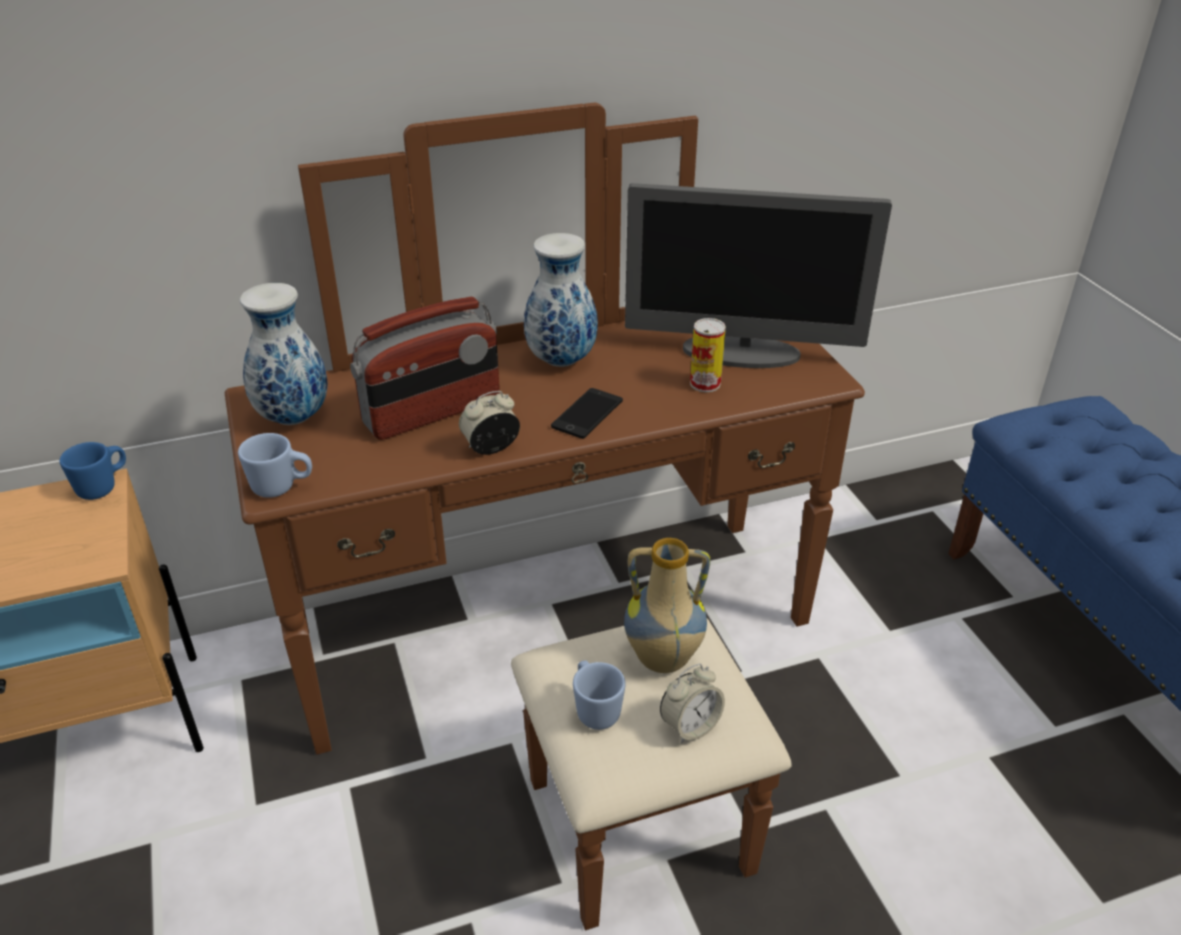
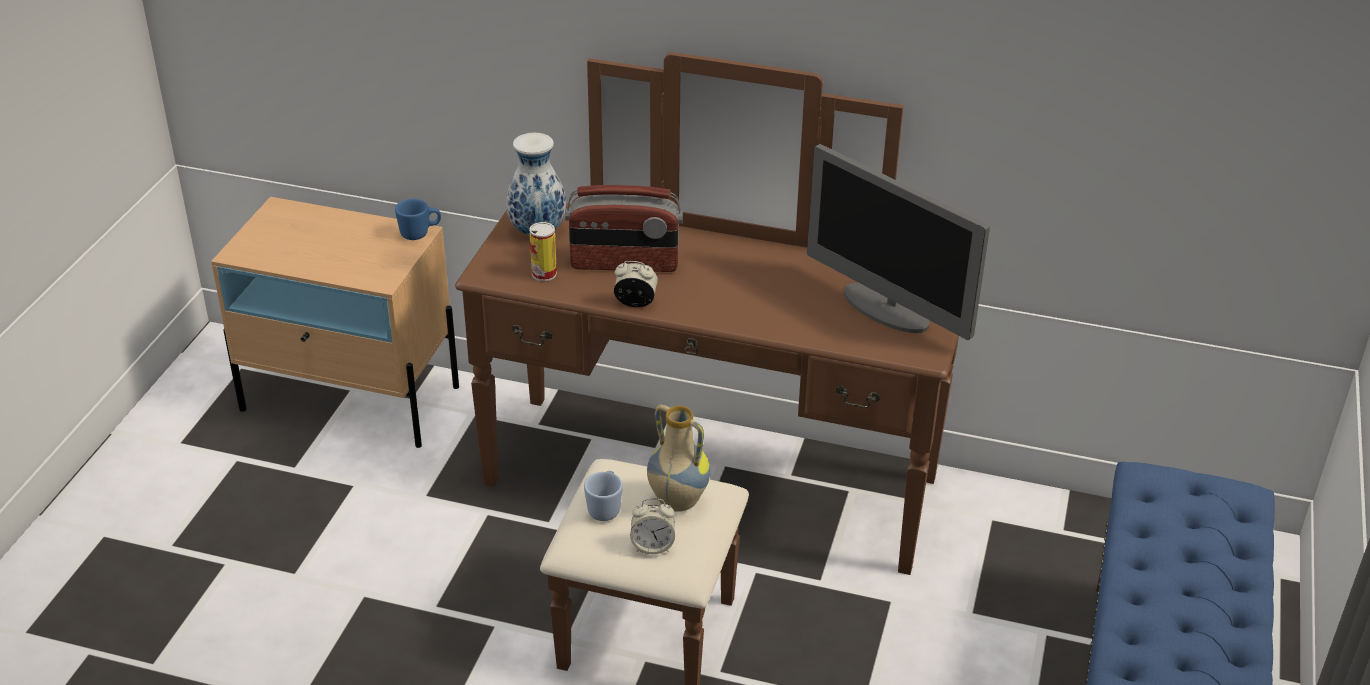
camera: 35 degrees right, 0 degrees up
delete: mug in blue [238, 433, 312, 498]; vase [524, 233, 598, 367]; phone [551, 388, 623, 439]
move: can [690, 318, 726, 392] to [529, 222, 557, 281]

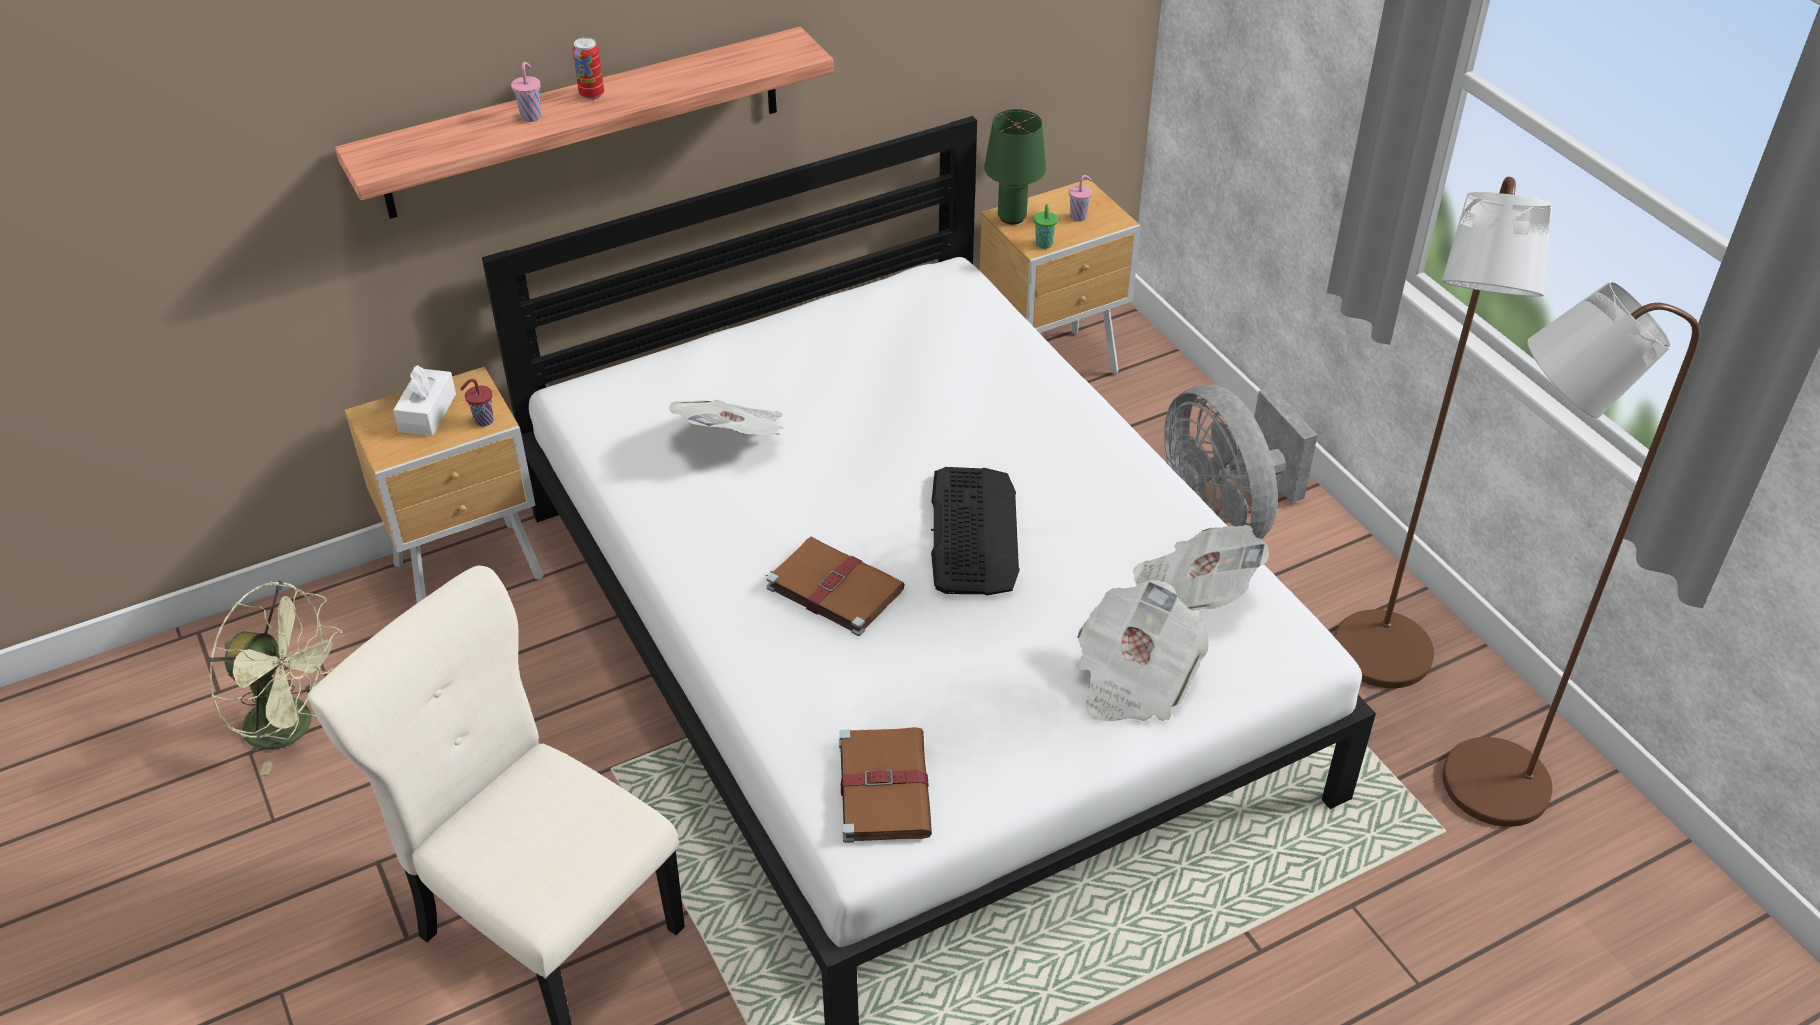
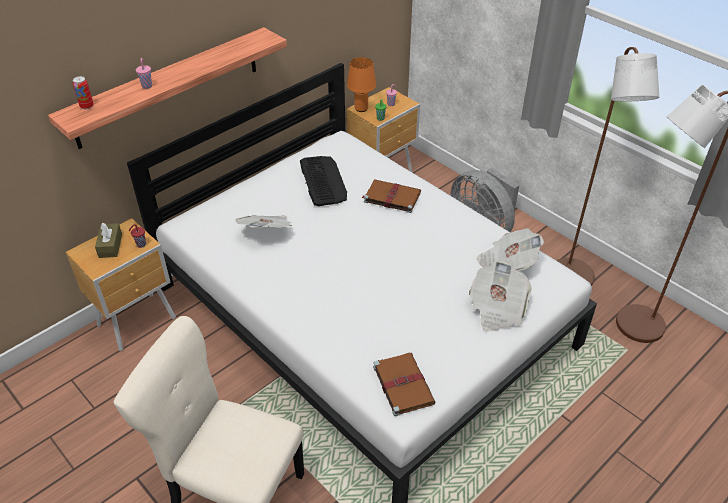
camera: 15 degrees left, 0 degrees up
delete: fan in green [208, 581, 342, 775]
move: can [573, 37, 604, 100] to [73, 76, 94, 110]; book in brown [766, 537, 905, 636] to [361, 179, 421, 213]; keyboard [931, 467, 1020, 595] to [300, 156, 347, 206]
recolor: tissue box in white [393, 365, 456, 436] to tissue box in brown [95, 222, 122, 258]; table lamp in green [984, 109, 1046, 225] to table lamp in orange [347, 57, 376, 112]

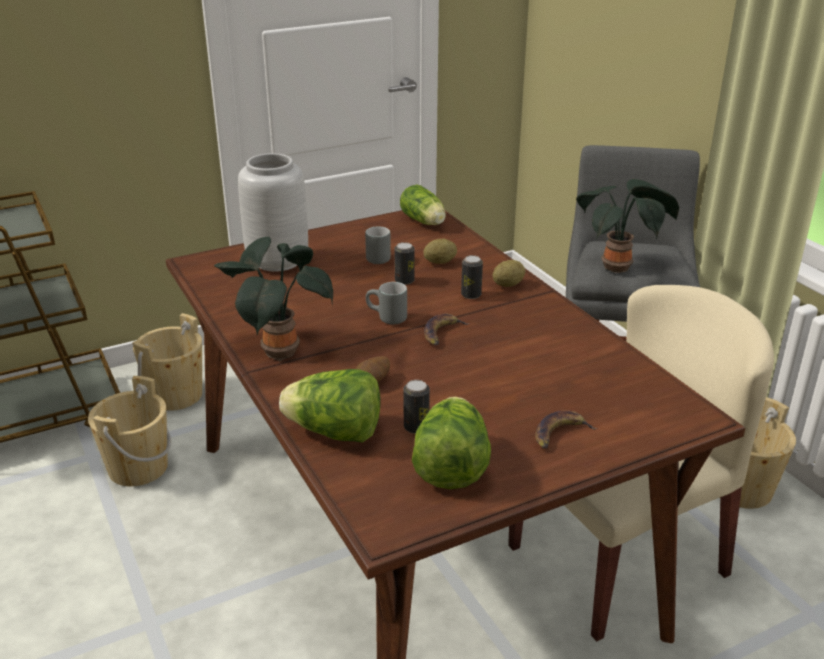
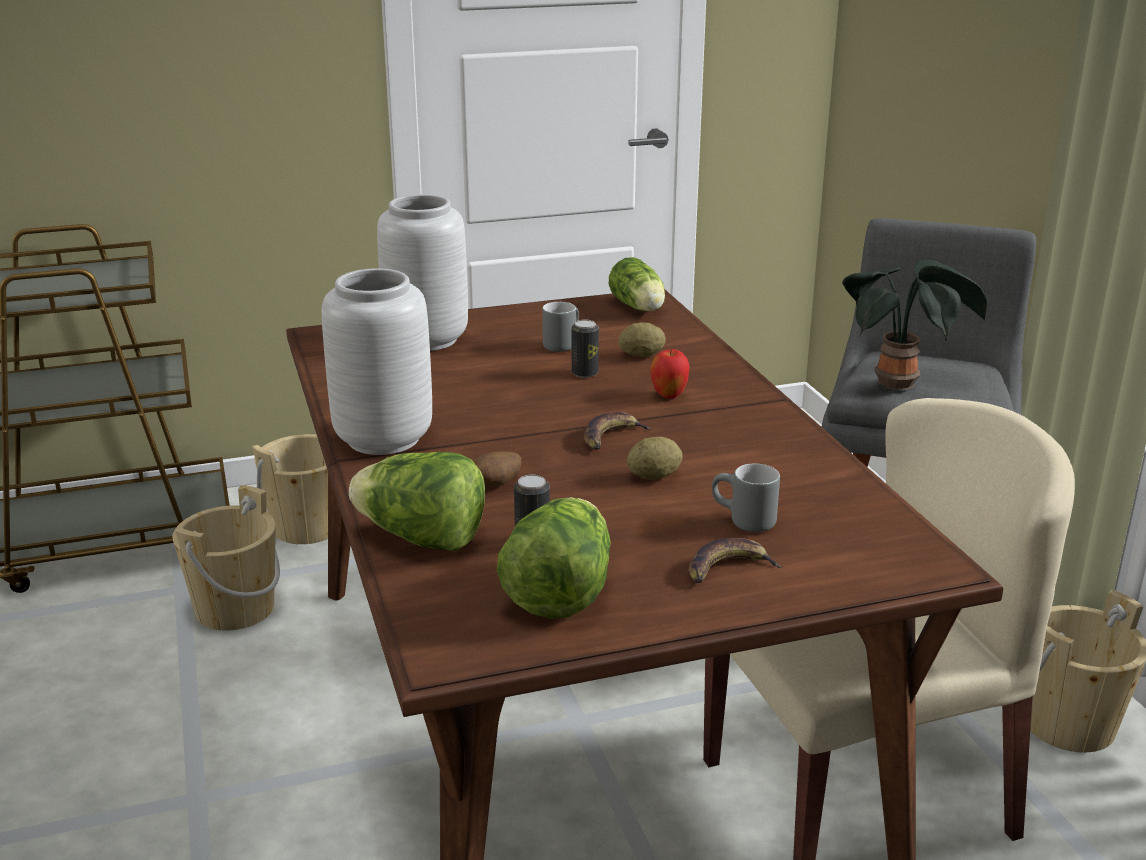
camera: 10 degrees right, 5 degrees down
move: mug in grey [366, 282, 407, 324] to [712, 464, 780, 532]; potato [493, 260, 525, 287] to [627, 437, 683, 480]
replace: potted plant [214, 237, 333, 362] to vase in grey [322, 268, 432, 455]; can [461, 255, 483, 299] to apple [651, 349, 690, 399]

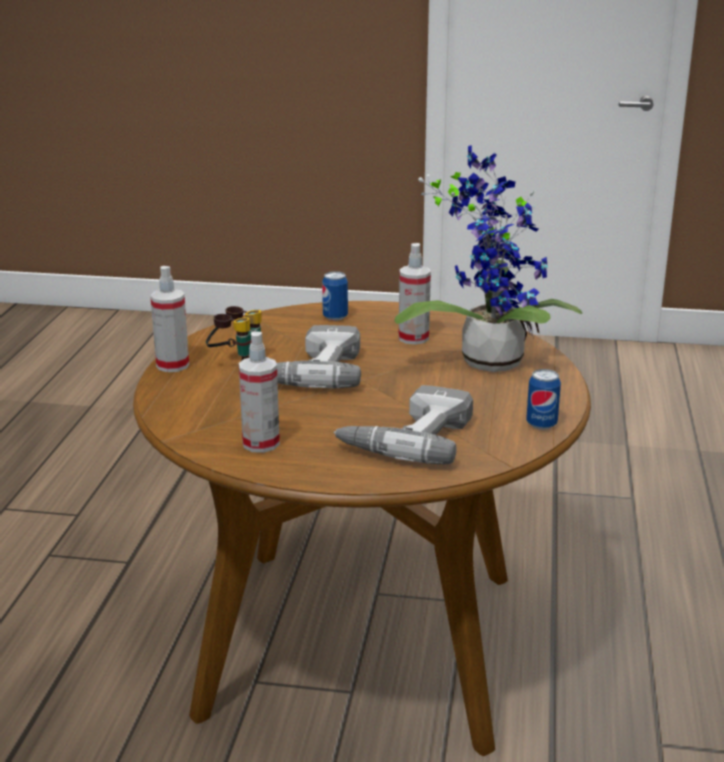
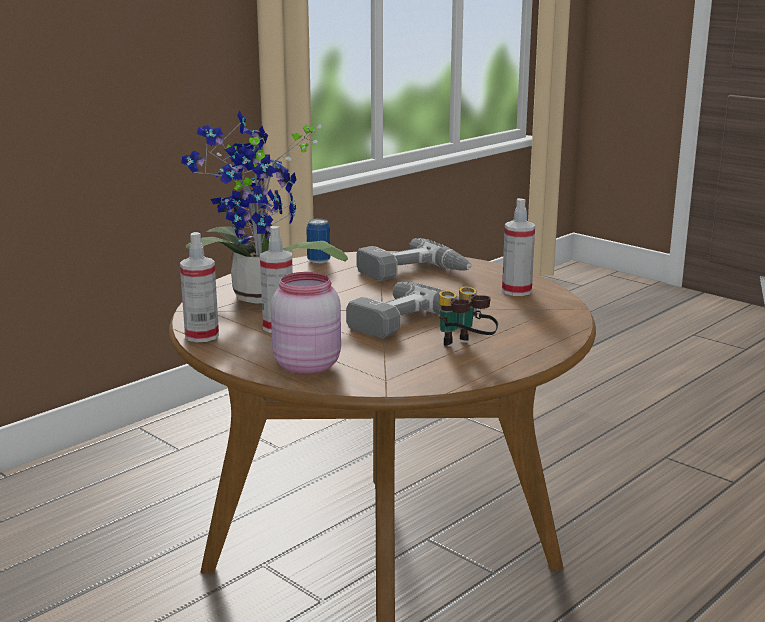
camera: 145 degrees left, 5 degrees down
move: spray bottle [150, 266, 189, 372] to [180, 232, 219, 342]
replace: can [322, 271, 348, 321] to jar in pink [271, 272, 341, 375]

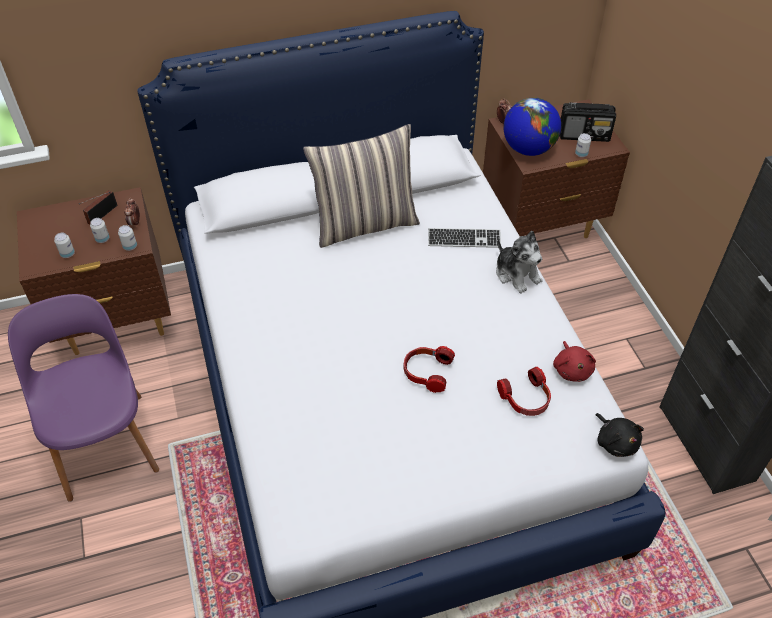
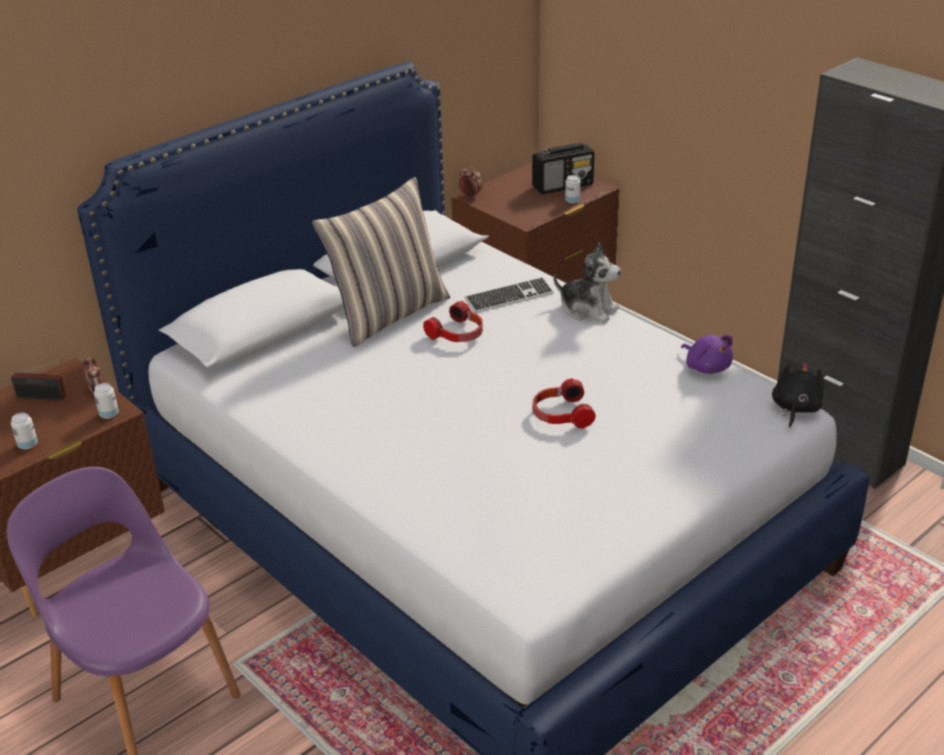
camera: 25 degrees left, 15 degrees down
delete: can [90, 218, 109, 243]; globe [504, 98, 561, 156]
move: headphones [497, 367, 551, 416] to [423, 301, 483, 342]
recolor: plush toy in red [553, 341, 596, 382] to plush toy in purple [681, 335, 733, 374]
rotate: radio [79, 190, 117, 224] = [11, 361, 66, 400] 90 degrees counterclockwise; plush toy in black [595, 413, 644, 457] = [772, 363, 824, 428] 105 degrees counterclockwise

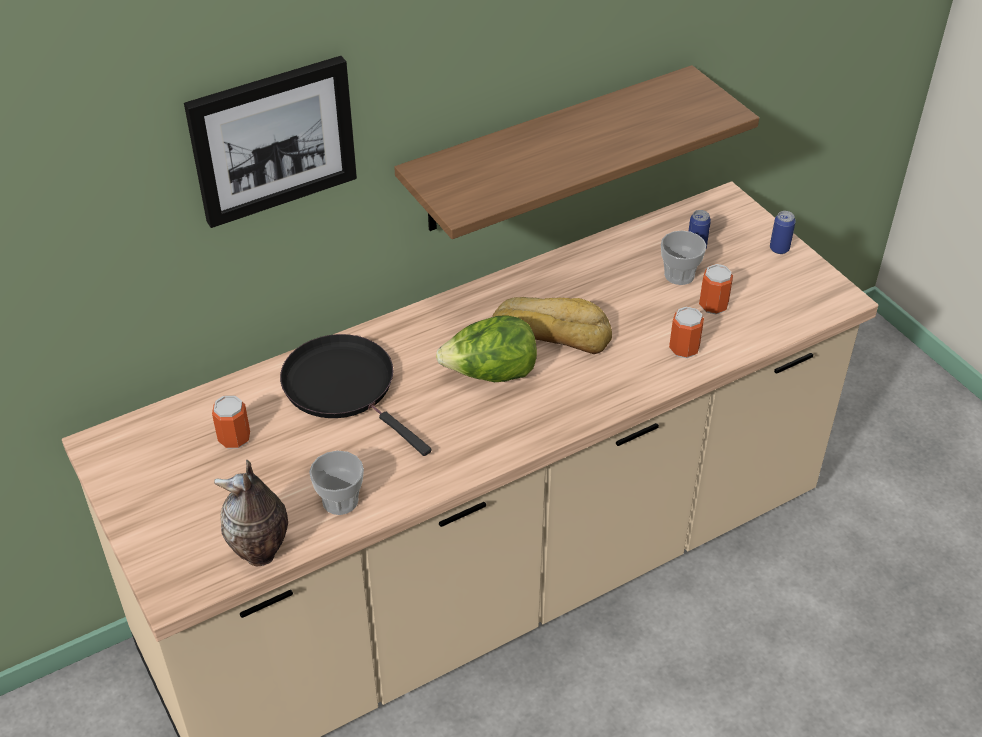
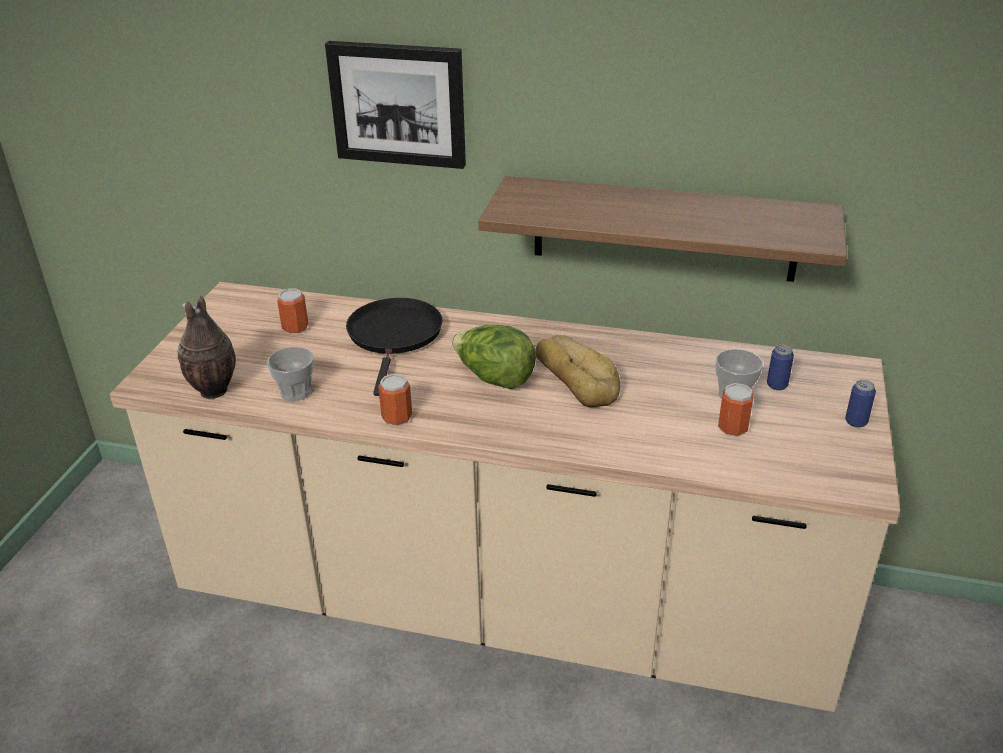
camera: 45 degrees right, 10 degrees down
move: can [669, 306, 704, 358] to [378, 373, 412, 426]

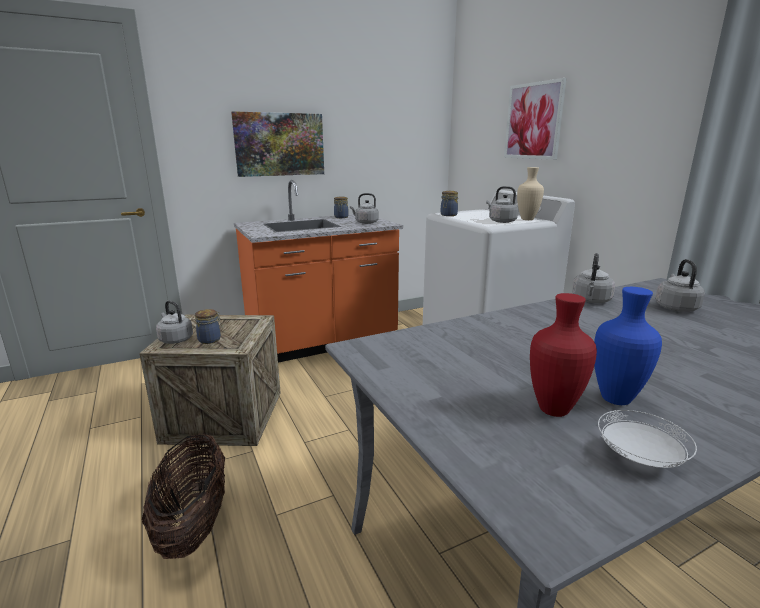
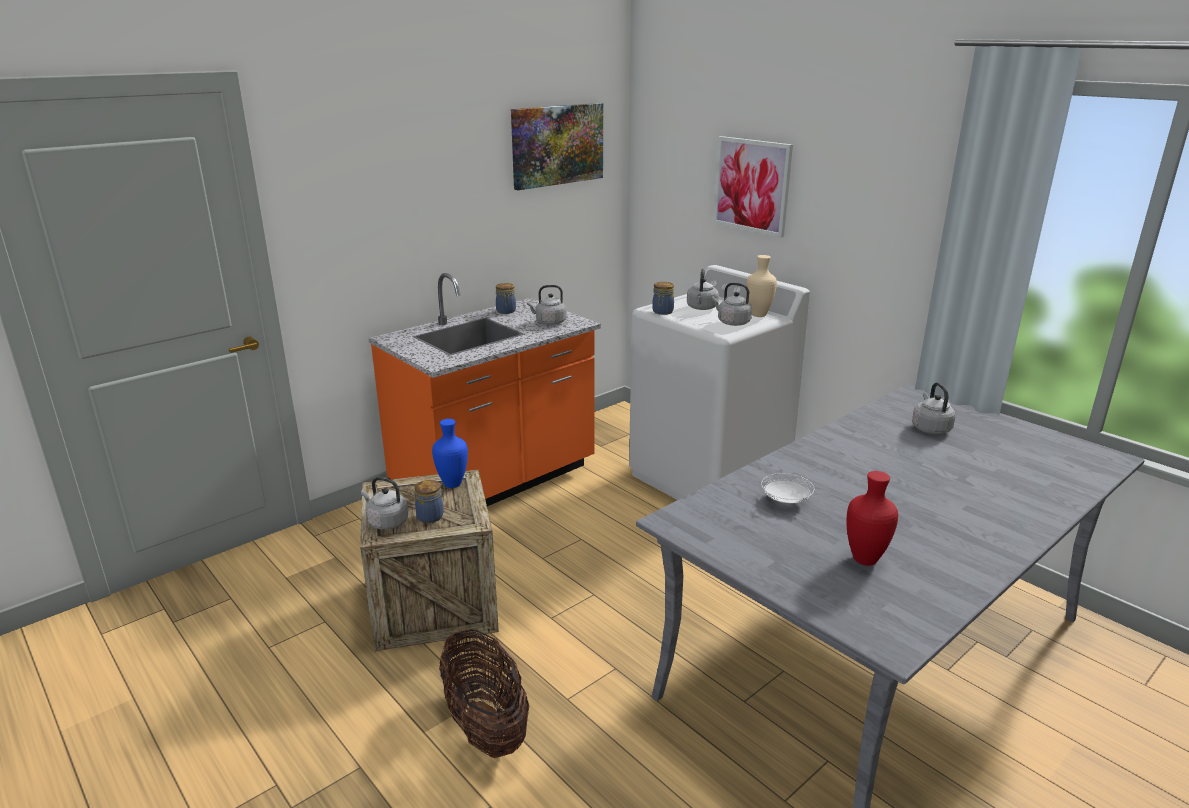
camera: 15 degrees left, 5 degrees up
move: picture [231, 111, 324, 177] to [511, 103, 603, 190]; kettle in grey [572, 253, 615, 303] to [687, 269, 719, 310]; vase in blue [594, 287, 662, 405] to [432, 419, 468, 488]; plate in white [598, 410, 697, 468] to [761, 473, 814, 503]

